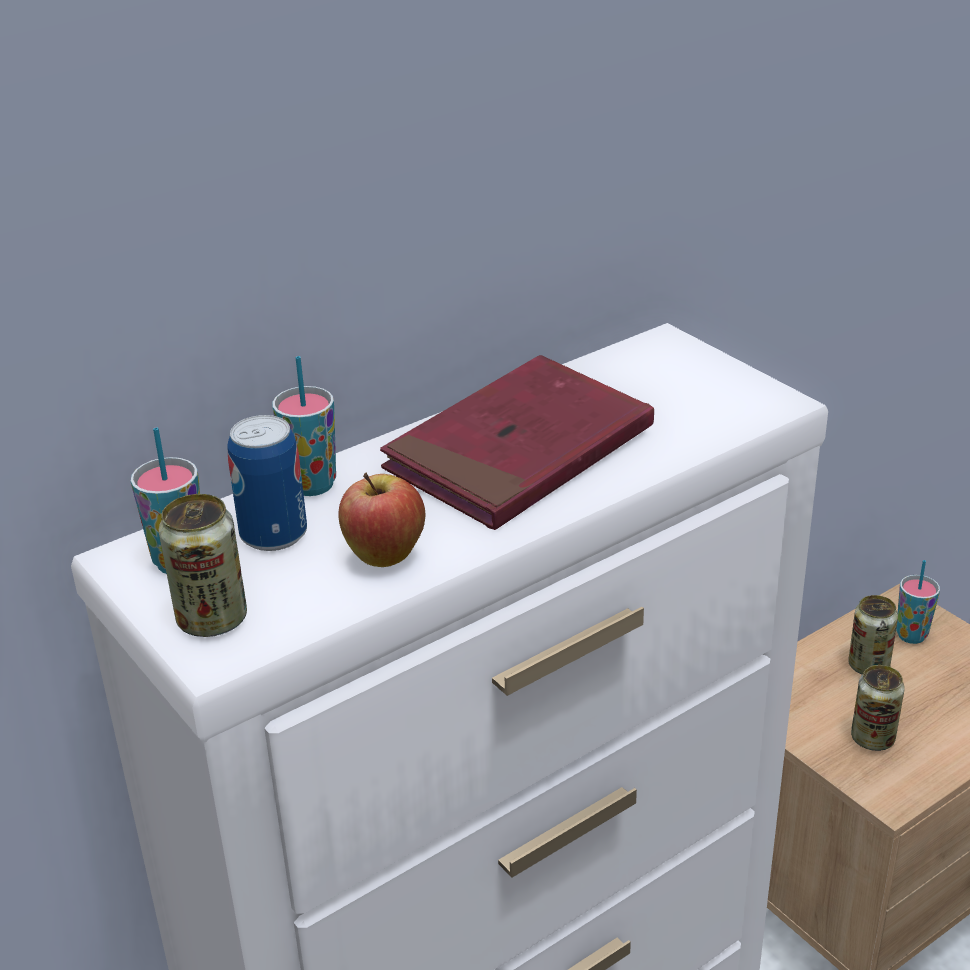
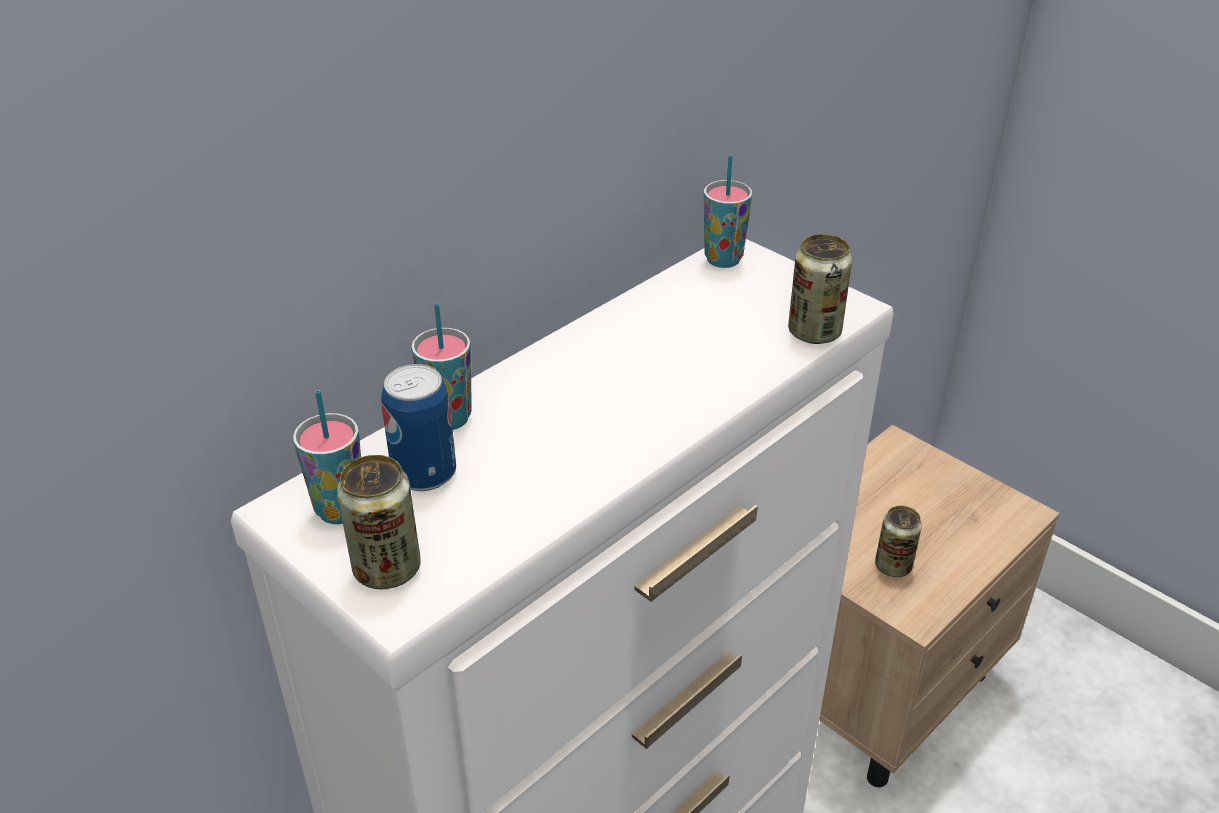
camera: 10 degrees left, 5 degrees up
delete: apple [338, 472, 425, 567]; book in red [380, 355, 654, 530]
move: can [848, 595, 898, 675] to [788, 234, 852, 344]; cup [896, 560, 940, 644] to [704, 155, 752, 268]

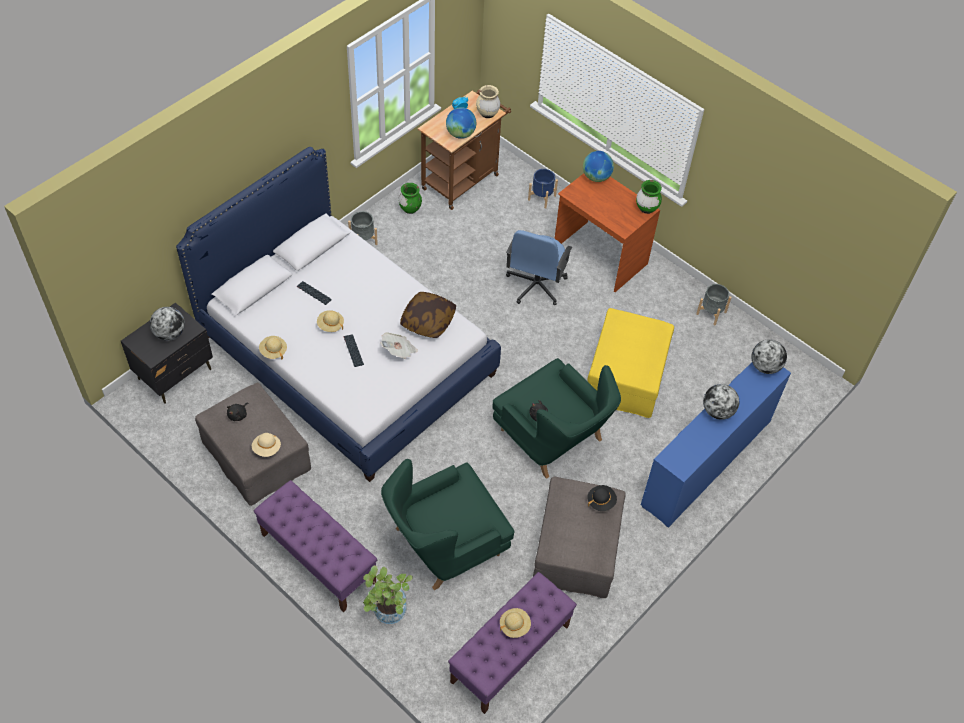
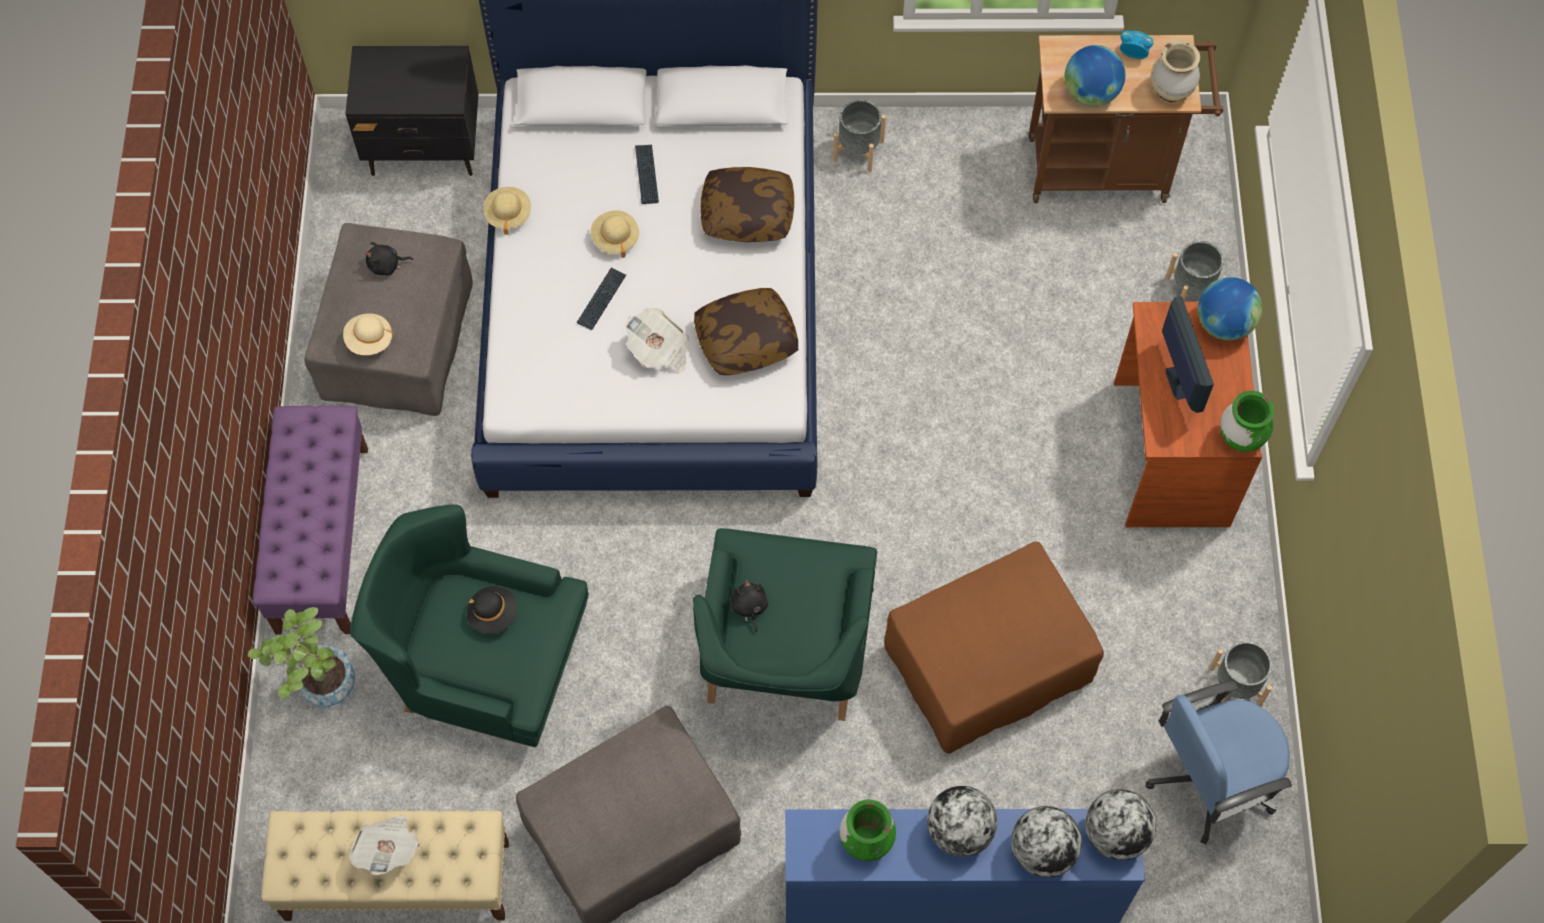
camera: 50 degrees right, 10 degrees up
insert: pillow [701, 167, 794, 242]; monitor [1162, 296, 1214, 413]
move: globe [150, 307, 185, 341] to [1011, 806, 1082, 877]; vase in green [399, 183, 422, 214] to [839, 800, 896, 861]; office chair in blue [506, 230, 573, 306] to [1146, 680, 1292, 844]; hat in black [587, 485, 617, 511] to [467, 586, 518, 634]
replace: hat in beige [500, 608, 531, 638] to newspaper [348, 815, 420, 875]
recolor: bench in purple [448, 572, 577, 714] to bench in beige [261, 811, 509, 921]; planter in blue [528, 169, 558, 208] to planter in grey [1166, 241, 1224, 301]; ottoman in yellow [587, 308, 674, 418] to ottoman in brown [884, 541, 1104, 754]

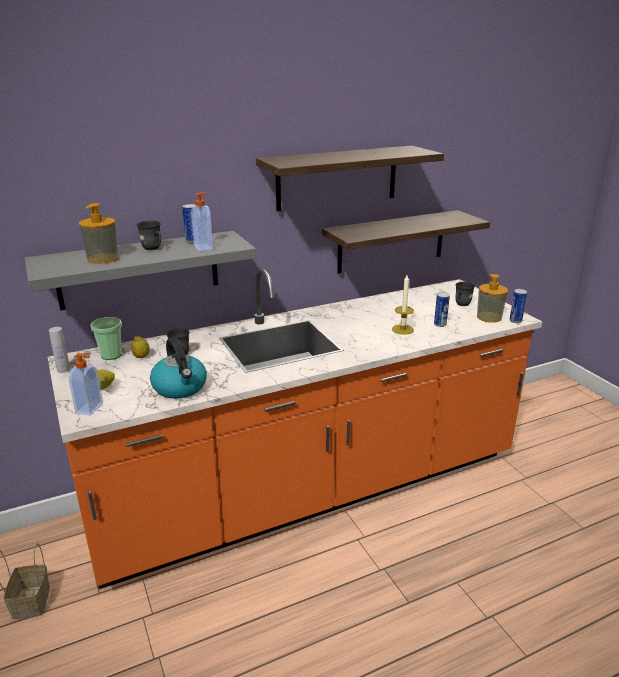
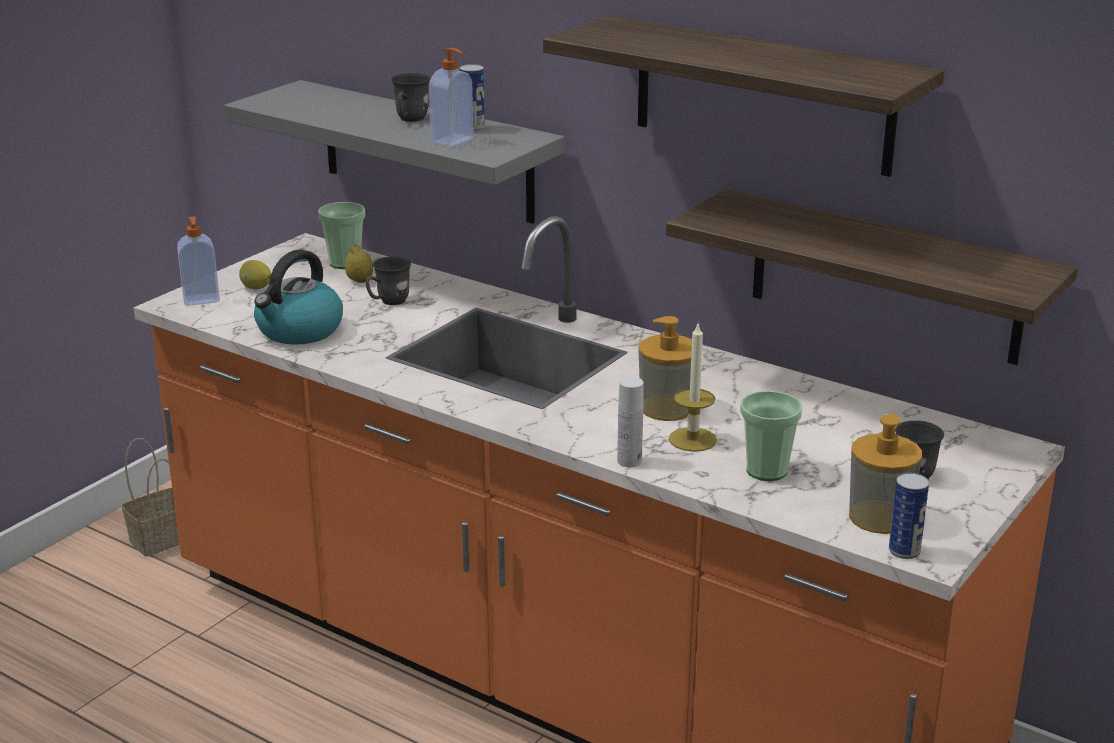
camera: 60 degrees right, 0 degrees up
move: bottle in white [49, 327, 70, 373] to [617, 377, 644, 467]; soap dispenser [79, 203, 118, 264] to [638, 316, 692, 421]
replace: can [434, 292, 450, 327] to cup [740, 391, 803, 481]

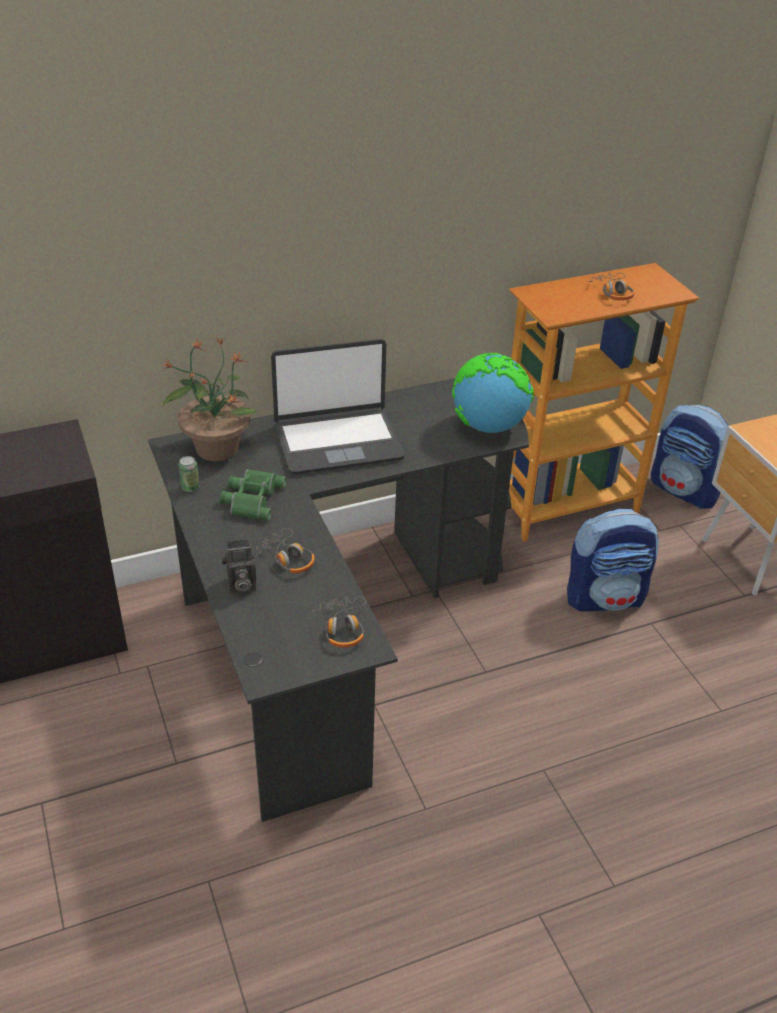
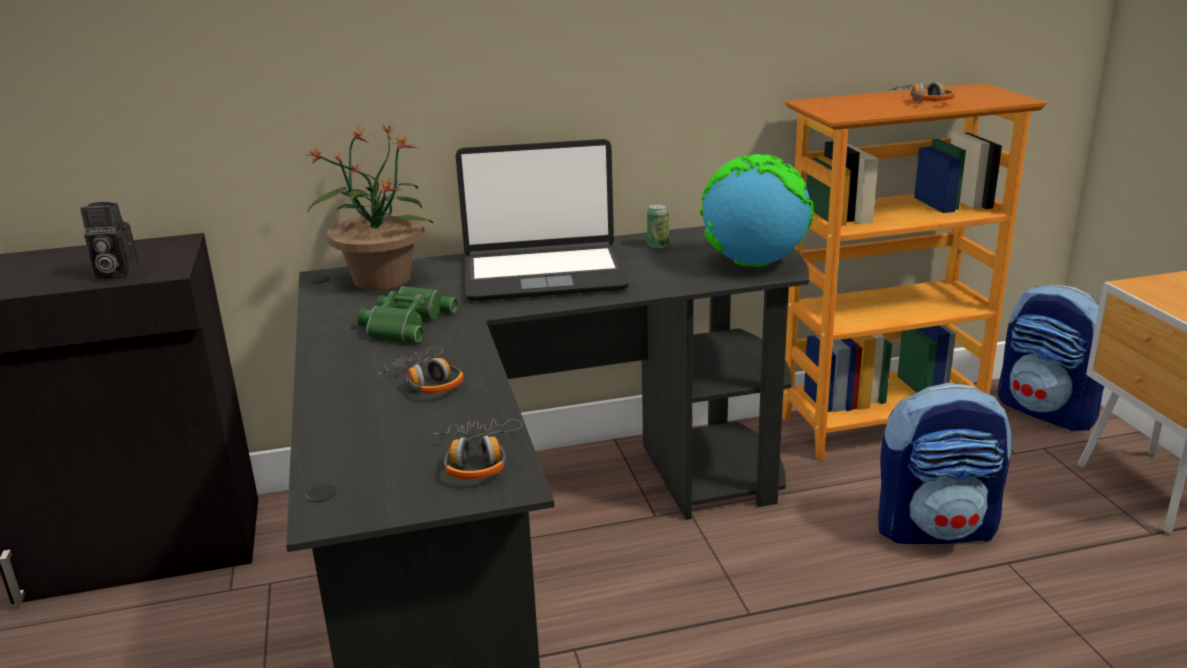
camera: 10 degrees right, 15 degrees down
move: can [179, 456, 199, 492] to [647, 204, 669, 248]; photo camera [222, 539, 256, 594] to [80, 202, 139, 279]

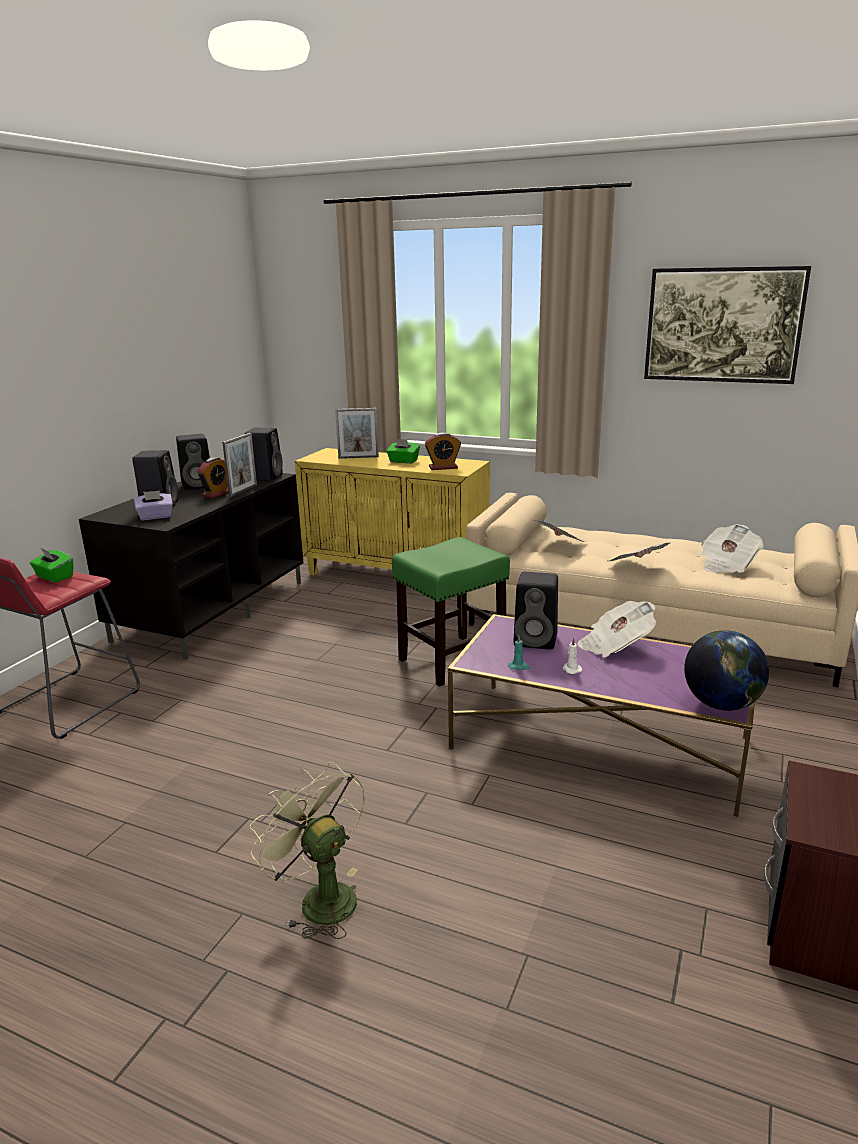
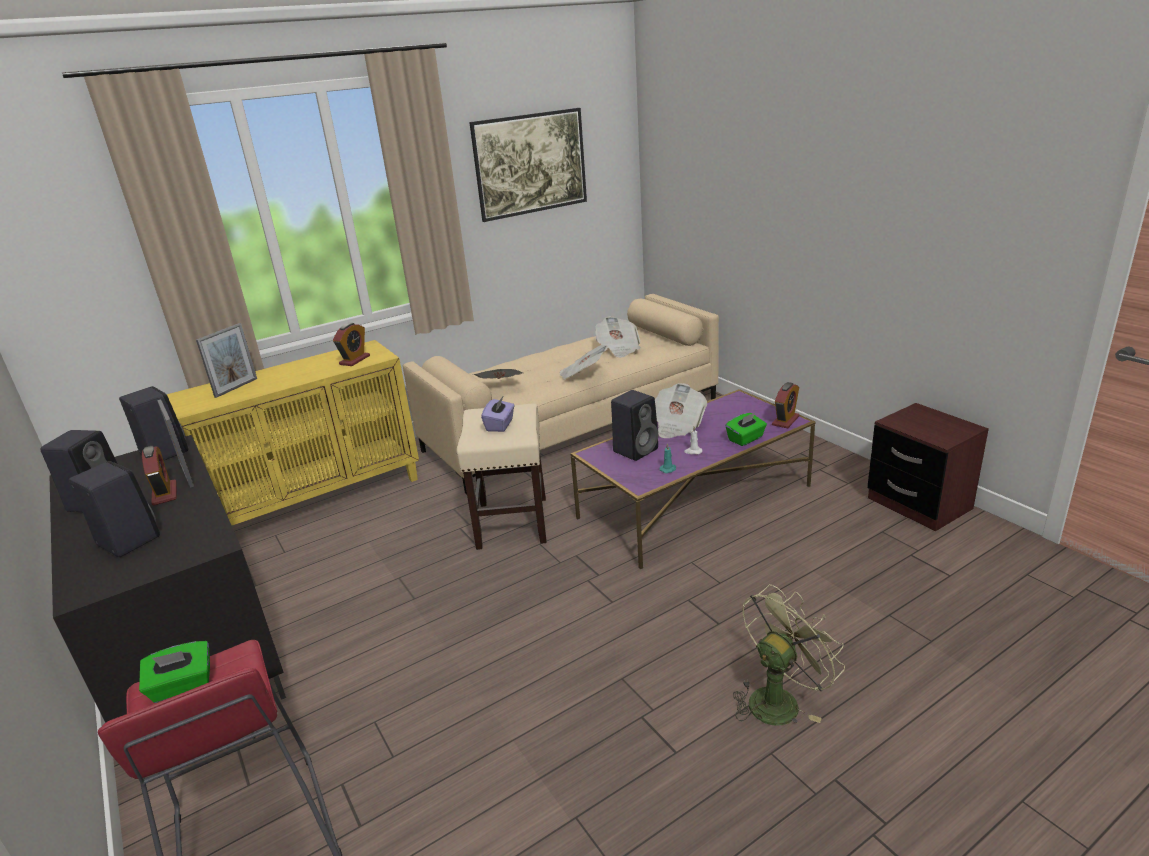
camera: 55 degrees left, 5 degrees up
move: tissue box in purple [134, 490, 173, 520] to [481, 397, 515, 432]; tissue box in green [386, 439, 420, 463] to [725, 412, 767, 446]
replace: globe [684, 630, 769, 711] to alarm clock [772, 382, 800, 428]
recolor: stool in green [392, 537, 510, 687] to stool in beige [457, 404, 547, 550]
rotate: fan in green [249, 762, 365, 939] = [733, 584, 845, 725] 150 degrees clockwise

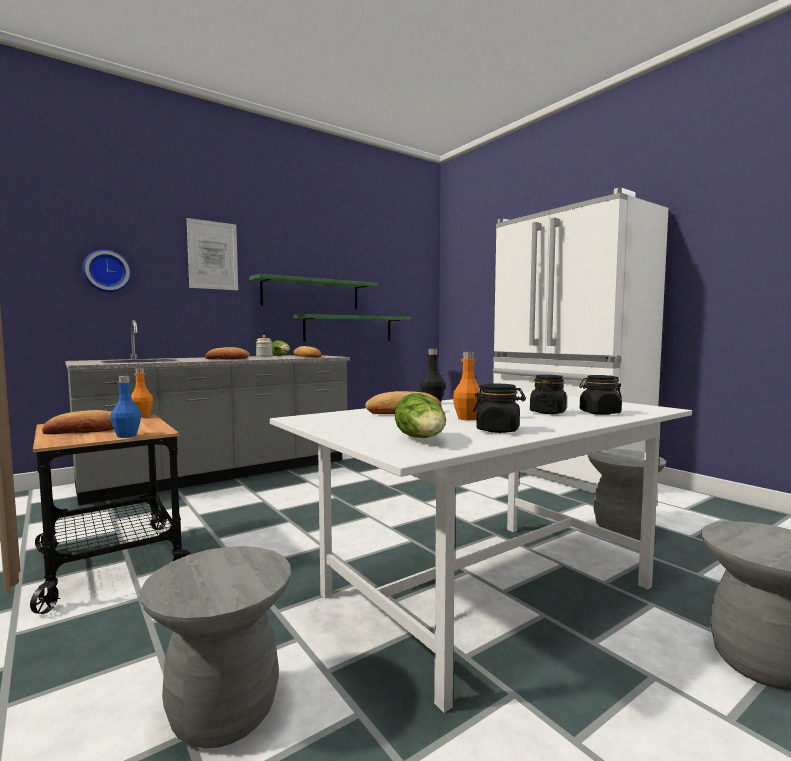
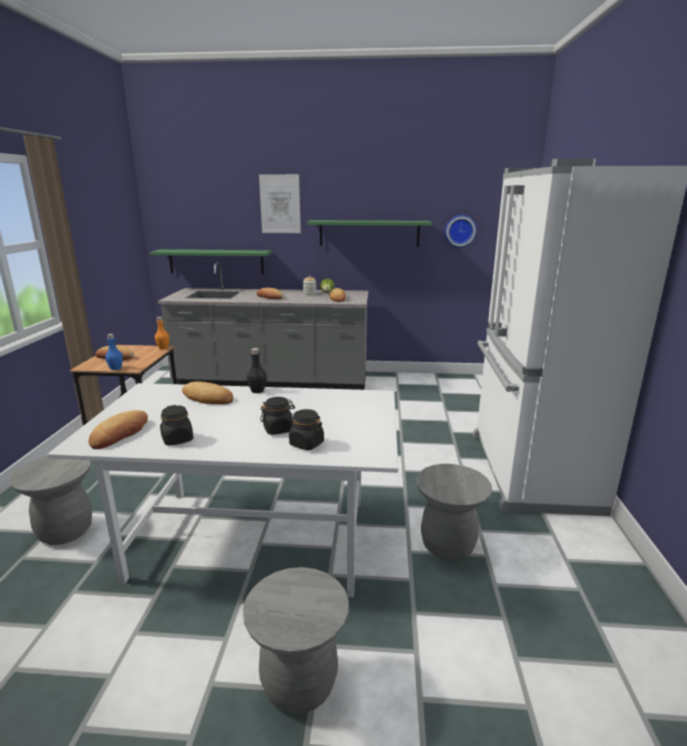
camera: 40 degrees right, 15 degrees up
delete: bottle in orange [453, 352, 482, 420]
move: wall clock [83, 249, 131, 292] to [445, 215, 477, 248]; shelf in green [294, 314, 411, 342] to [150, 249, 271, 275]
replace: lettuce [395, 393, 446, 438] to bread [89, 410, 148, 449]

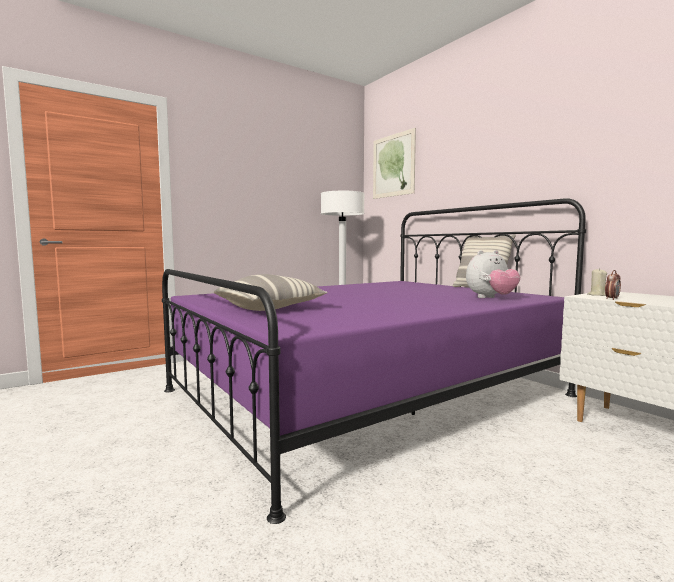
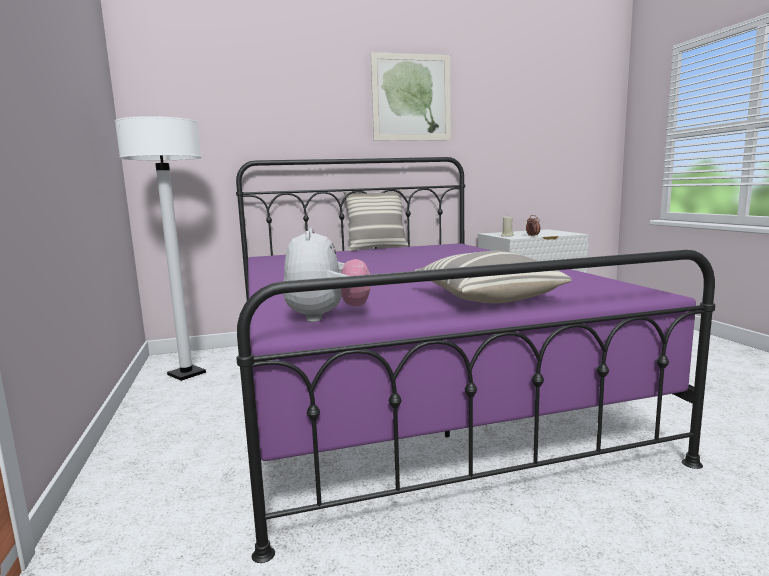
camera: 70 degrees left, 5 degrees up
move: picture [373, 128, 416, 199] to [371, 52, 451, 141]; plush toy [466, 250, 520, 298] to [283, 228, 371, 322]

